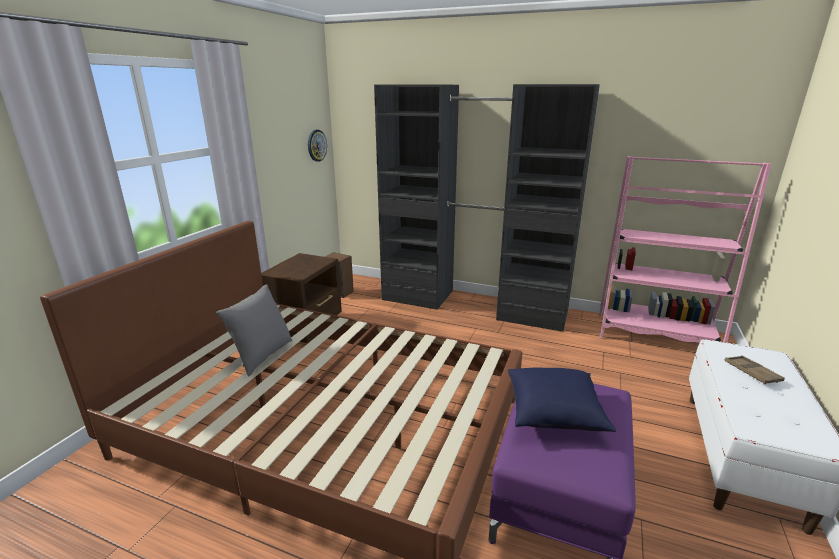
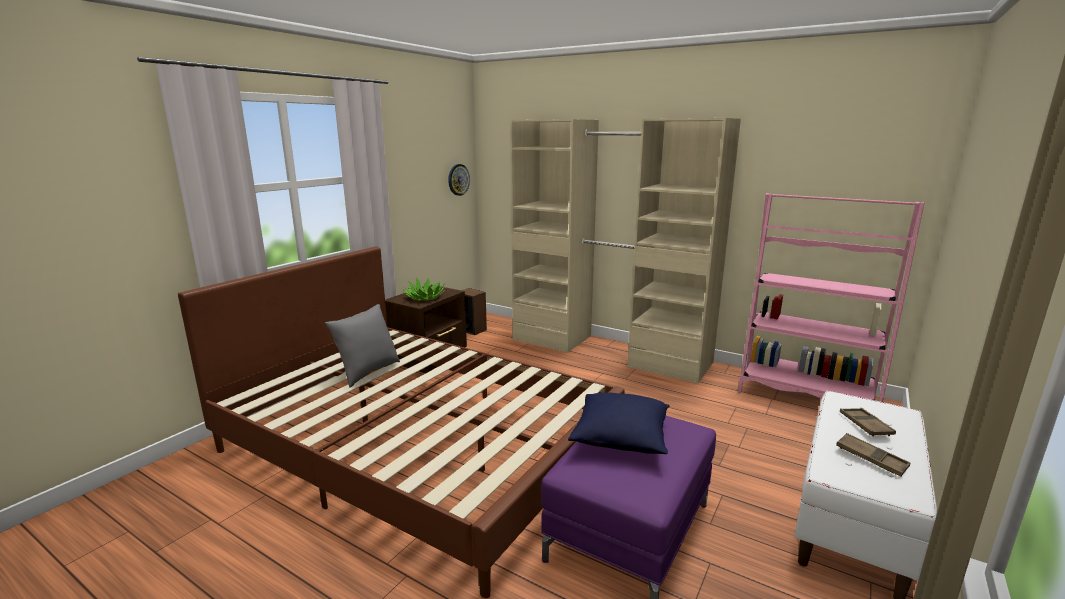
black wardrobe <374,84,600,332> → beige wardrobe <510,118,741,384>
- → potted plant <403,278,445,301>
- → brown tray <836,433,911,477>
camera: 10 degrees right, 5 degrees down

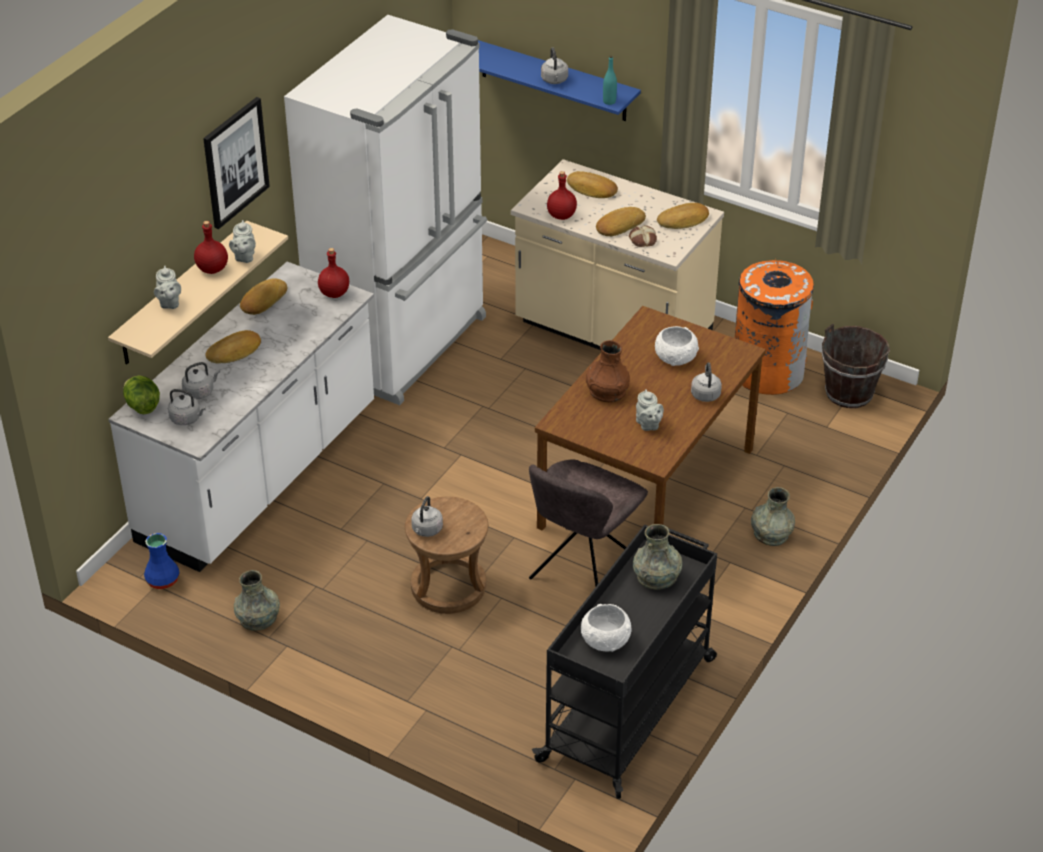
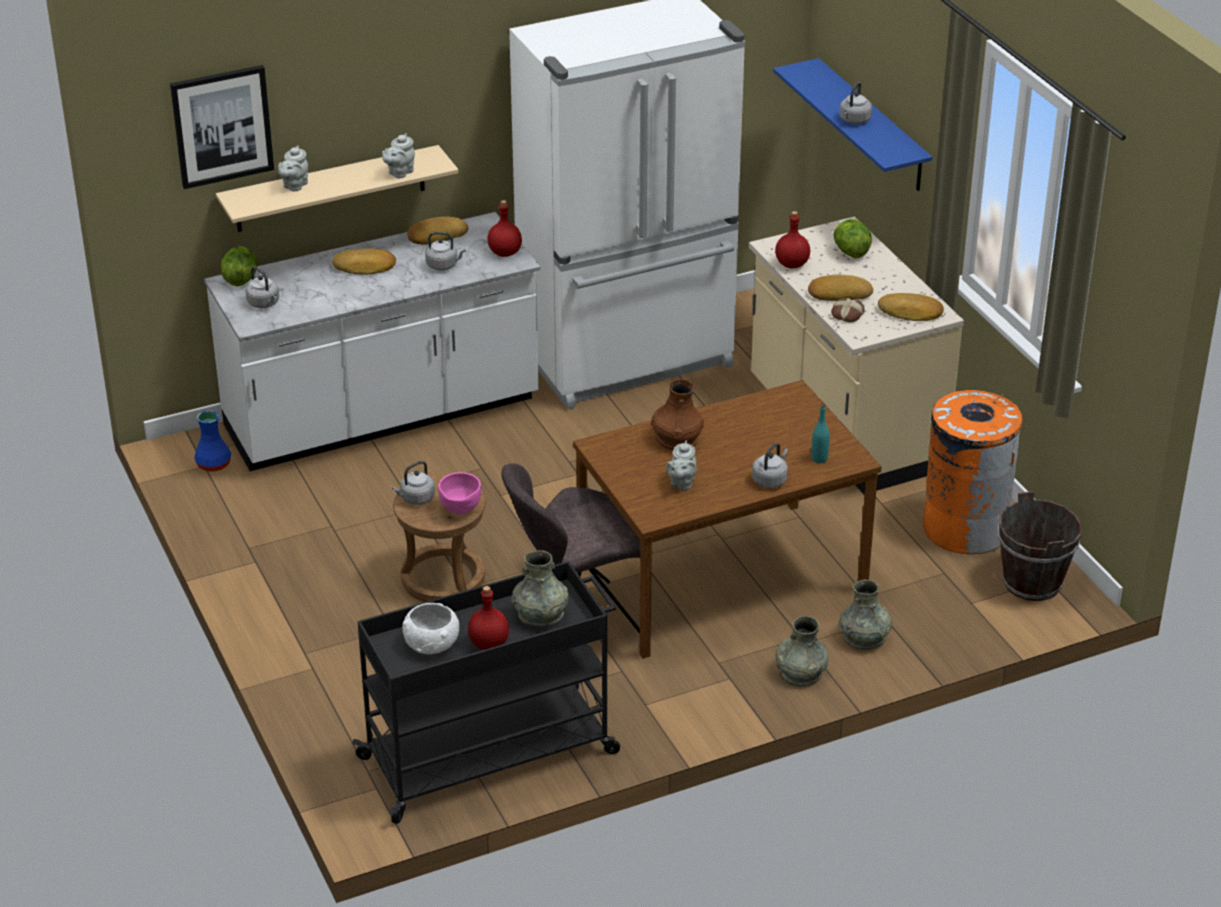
grey kettle <182,362,220,399> → grey kettle <425,232,466,271>, moved
red bottle <194,221,228,274> → red bottle <468,586,509,650>, moved
picture <203,97,270,229> → picture <170,65,274,189>, moved
grey vase <234,570,280,631> → grey vase <839,580,892,650>, moved
bread <567,171,618,198> → lettuce <833,219,872,259>
turquoise bottle <603,56,617,105> → turquoise bottle <811,404,830,463>, moved
white bowl <655,326,699,366> → -
- → pink bowl <438,472,481,515>
camera: 35 degrees right, 5 degrees down

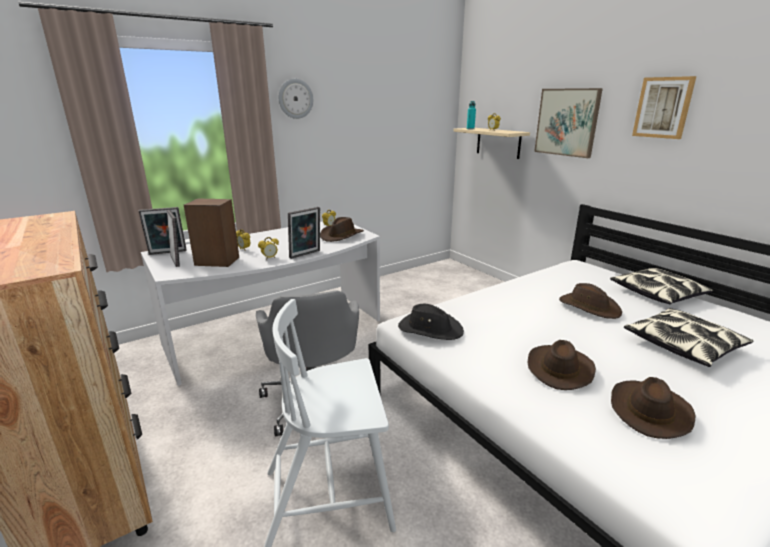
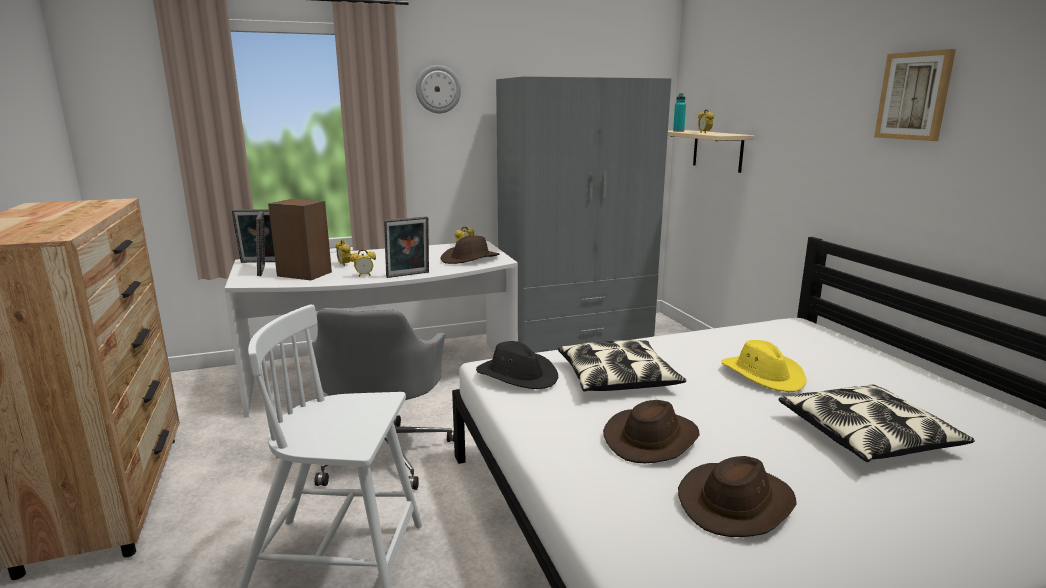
picture <534,88,603,158> → -
brown hat <559,283,622,319> → yellow hat <722,340,806,392>
pillow <610,268,713,304> → pillow <558,340,686,391>, moved
- → grey wardrobe <496,76,671,353>
camera: 15 degrees right, 5 degrees down

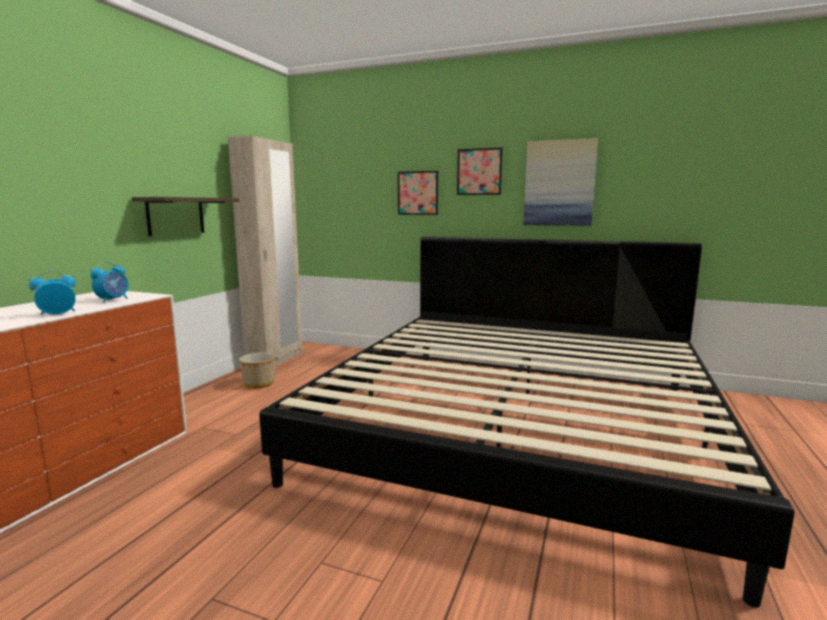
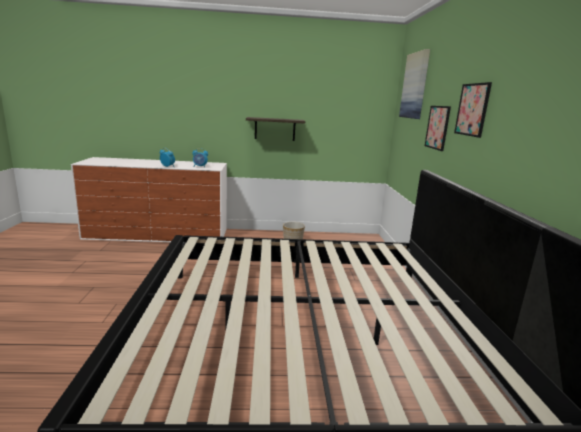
beige wardrobe <228,136,302,366> → -
picture <523,138,598,226> → picture <399,49,430,119>, moved
camera: 65 degrees right, 5 degrees up

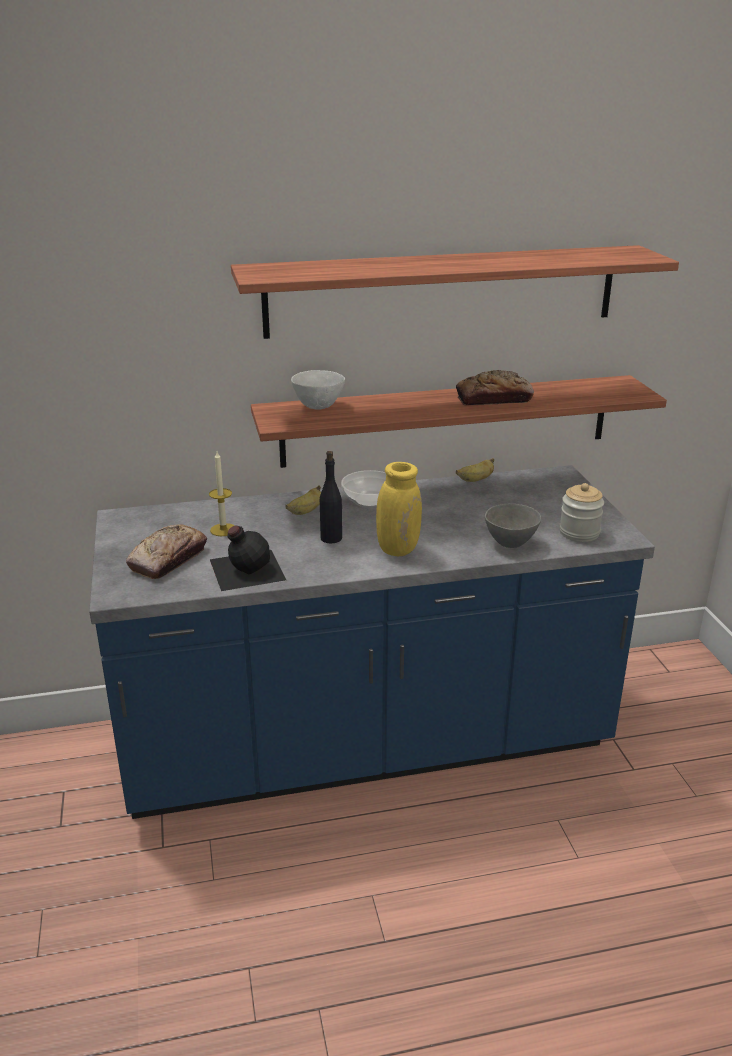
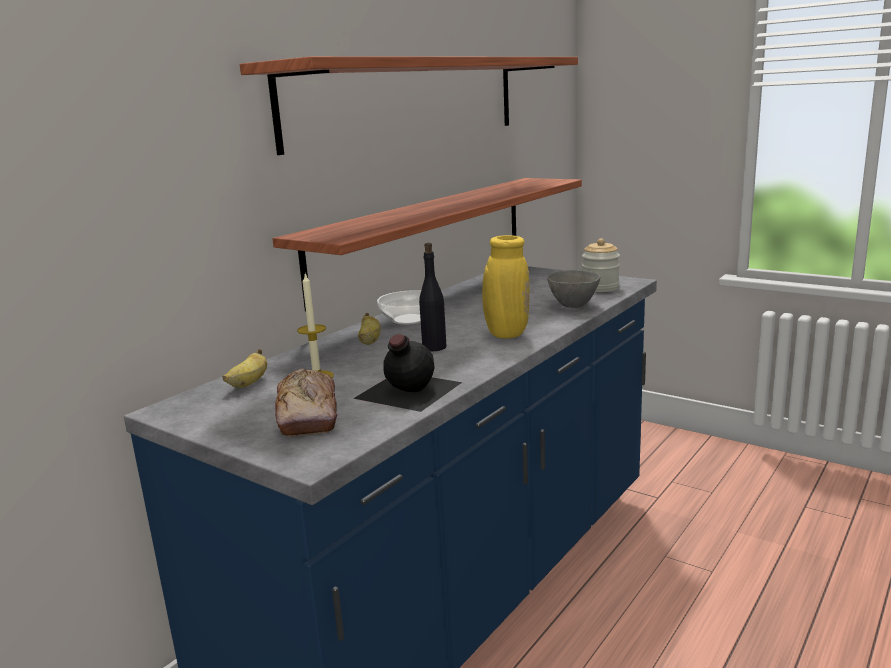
white bowl <291,370,345,410> → -
bread <456,370,534,406> → -
banana <456,458,494,482> → banana <222,349,267,388>, moved
camera: 40 degrees left, 10 degrees down

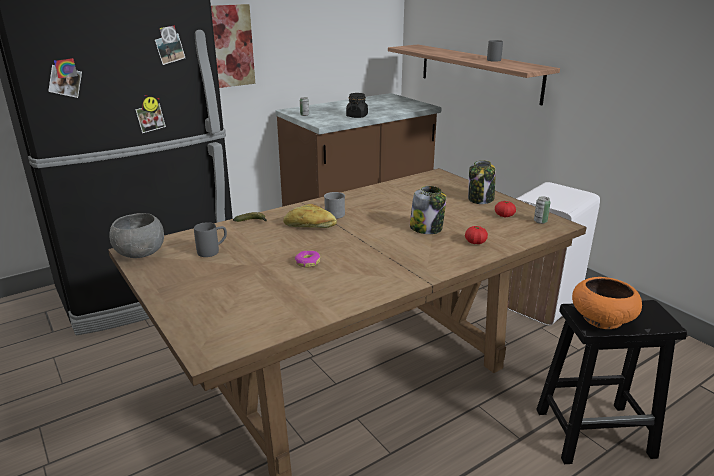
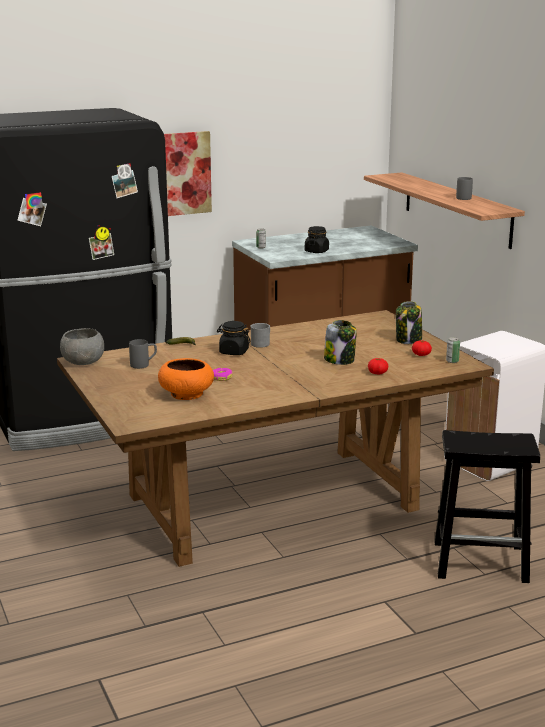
bread <283,204,337,228> → black jar <217,321,250,355>
orange bowl <572,277,642,329> → orange bowl <158,358,214,400>, moved
camera: 10 degrees right, 5 degrees down

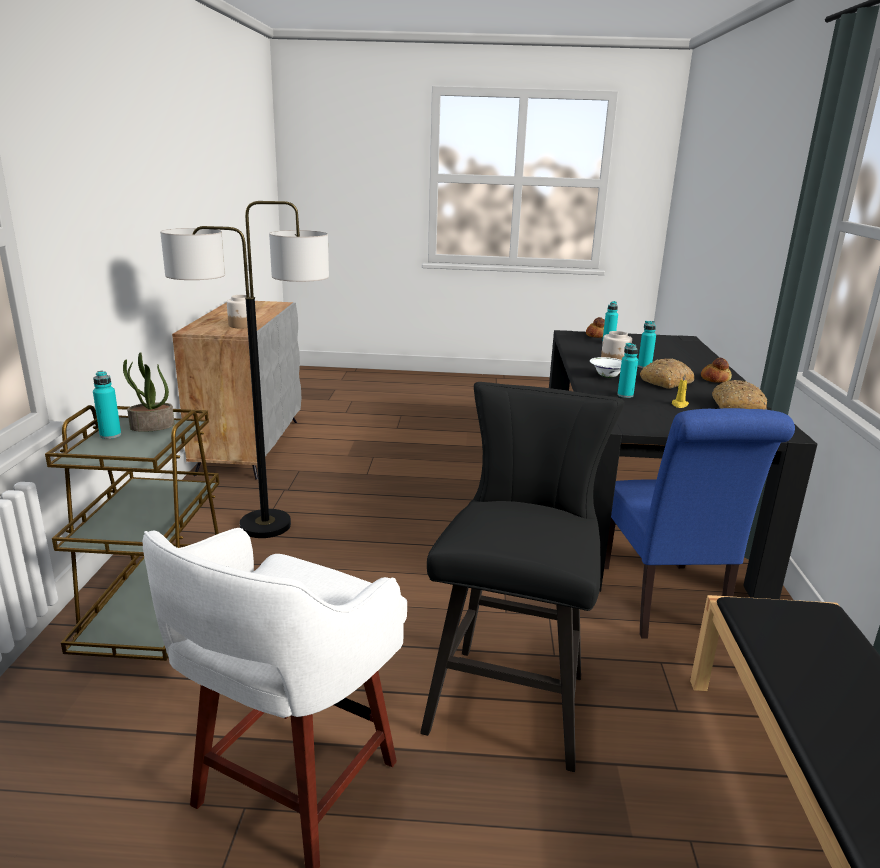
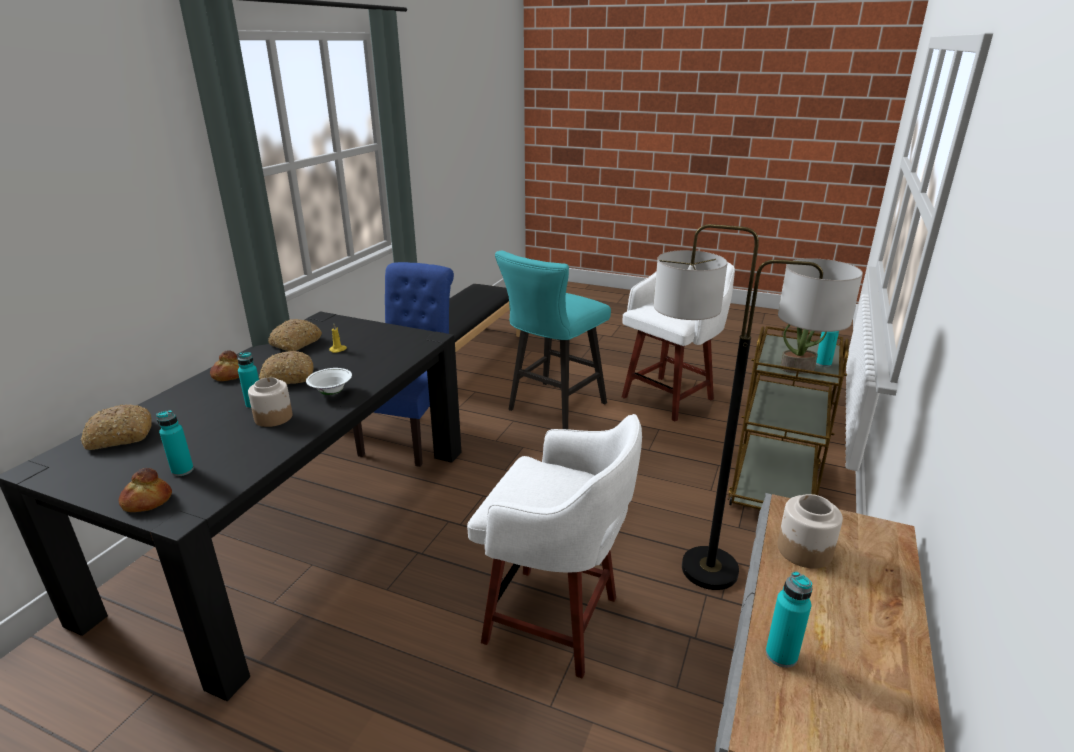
black stool <420,382,624,772> → turquoise stool <495,251,611,429>
turquoise bottle <617,343,638,398> → turquoise bottle <766,572,812,668>, moved
- → bread <81,404,152,450>
- → white stool <467,414,642,678>
camera: 160 degrees left, 5 degrees up

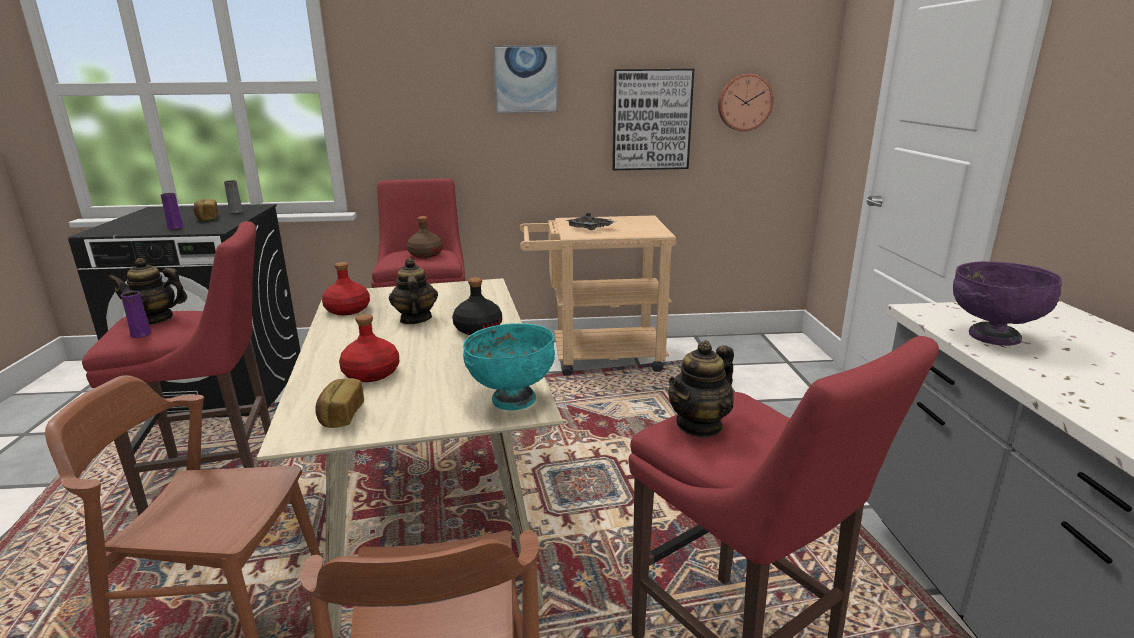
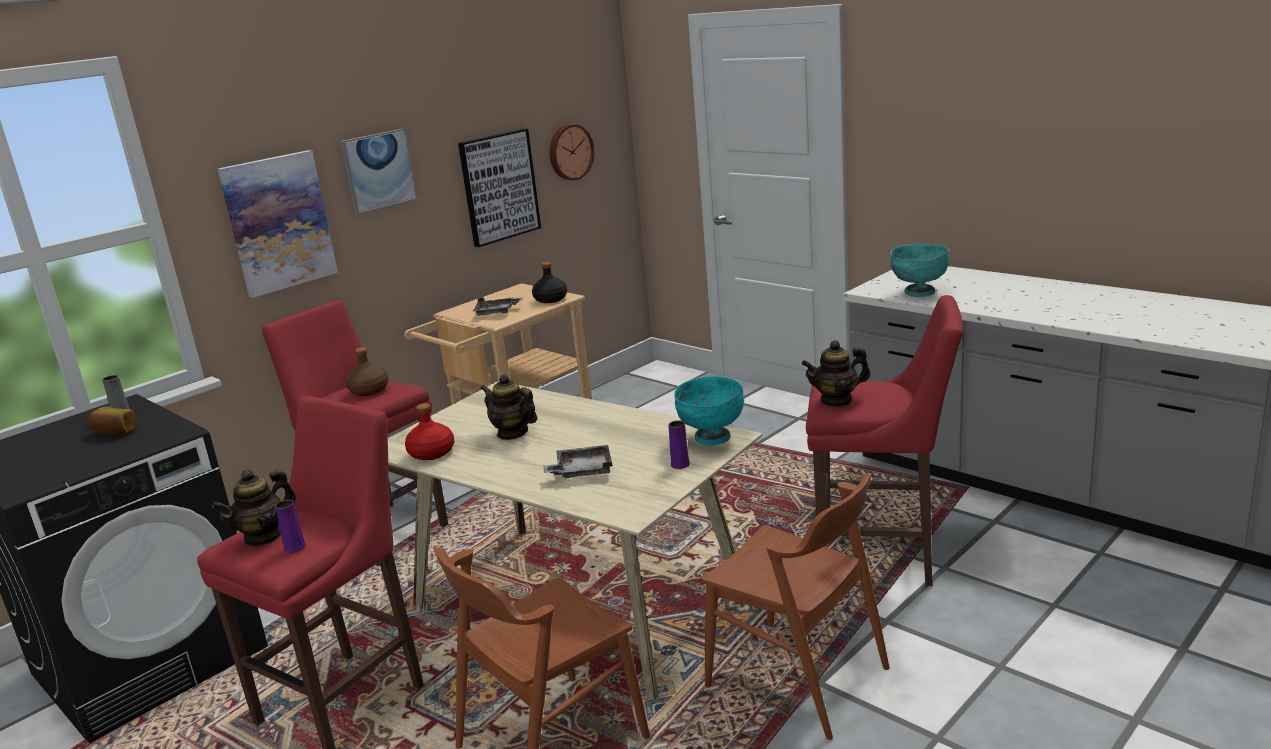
purple vase <161,193,184,229> → purple vase <668,420,690,469>, moved
bread <315,378,364,428> → -
red bottle <339,314,399,382> → grey tray <544,445,613,478>
black bottle <452,277,502,335> → black bottle <532,262,567,303>, moved
teapot <668,340,734,438> → teapot <802,340,870,407>, 75 degrees clockwise
purple bowl <953,261,1062,346> → turquoise bowl <890,243,949,297>
- → picture <218,150,338,298>
camera: 40 degrees left, 0 degrees up

